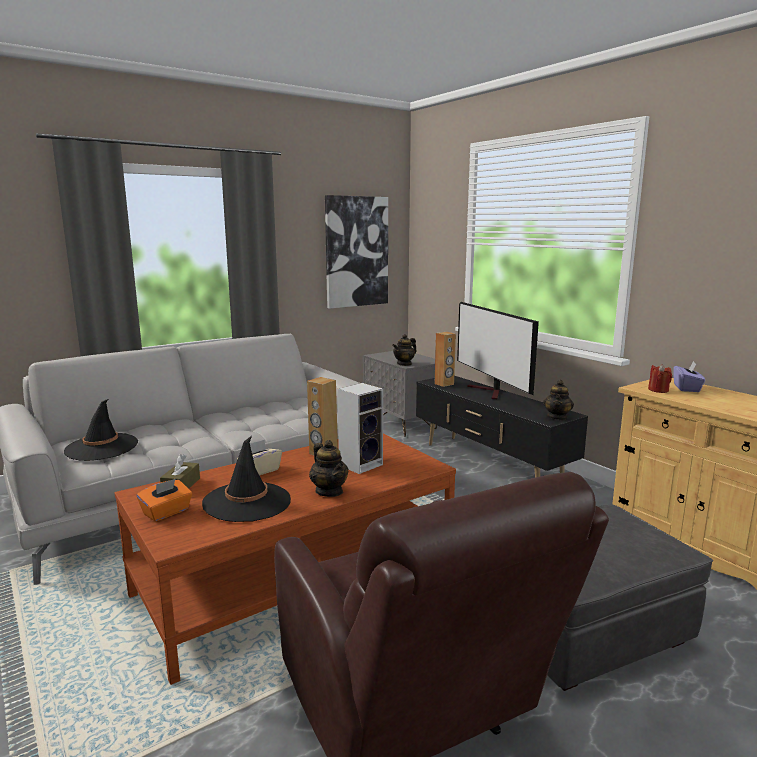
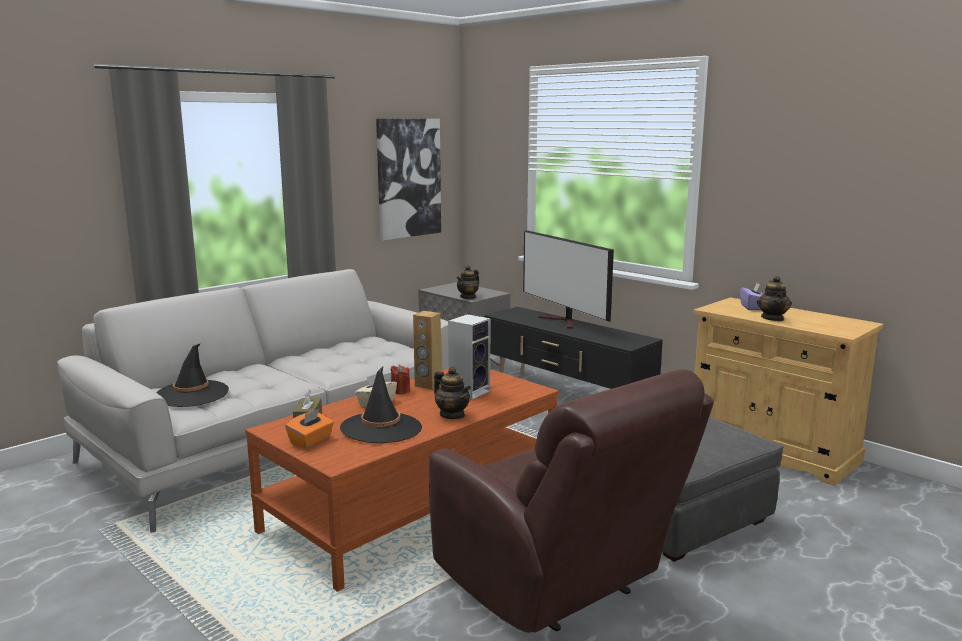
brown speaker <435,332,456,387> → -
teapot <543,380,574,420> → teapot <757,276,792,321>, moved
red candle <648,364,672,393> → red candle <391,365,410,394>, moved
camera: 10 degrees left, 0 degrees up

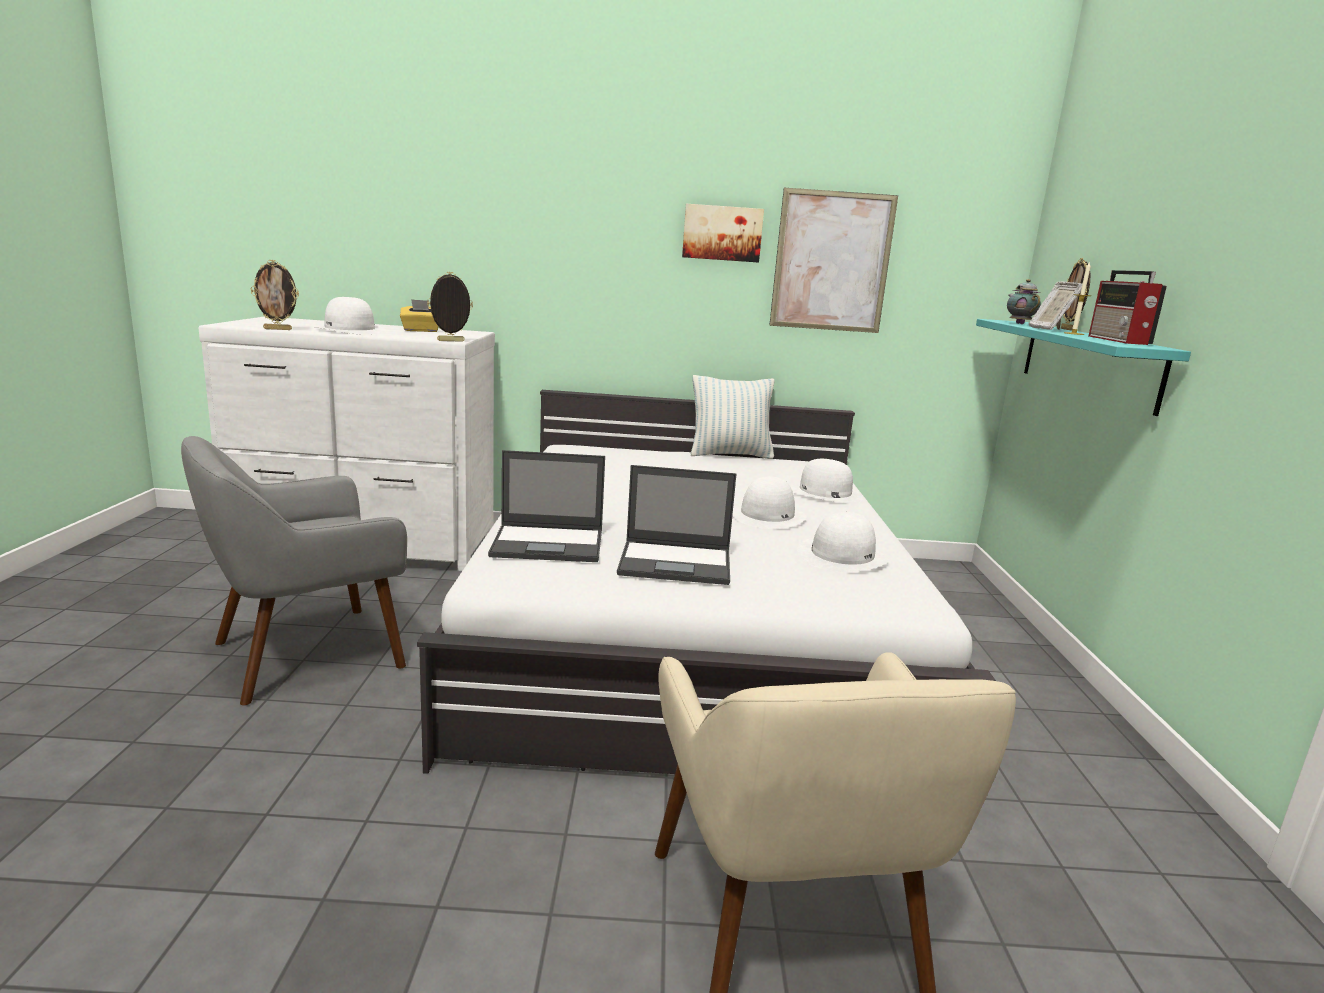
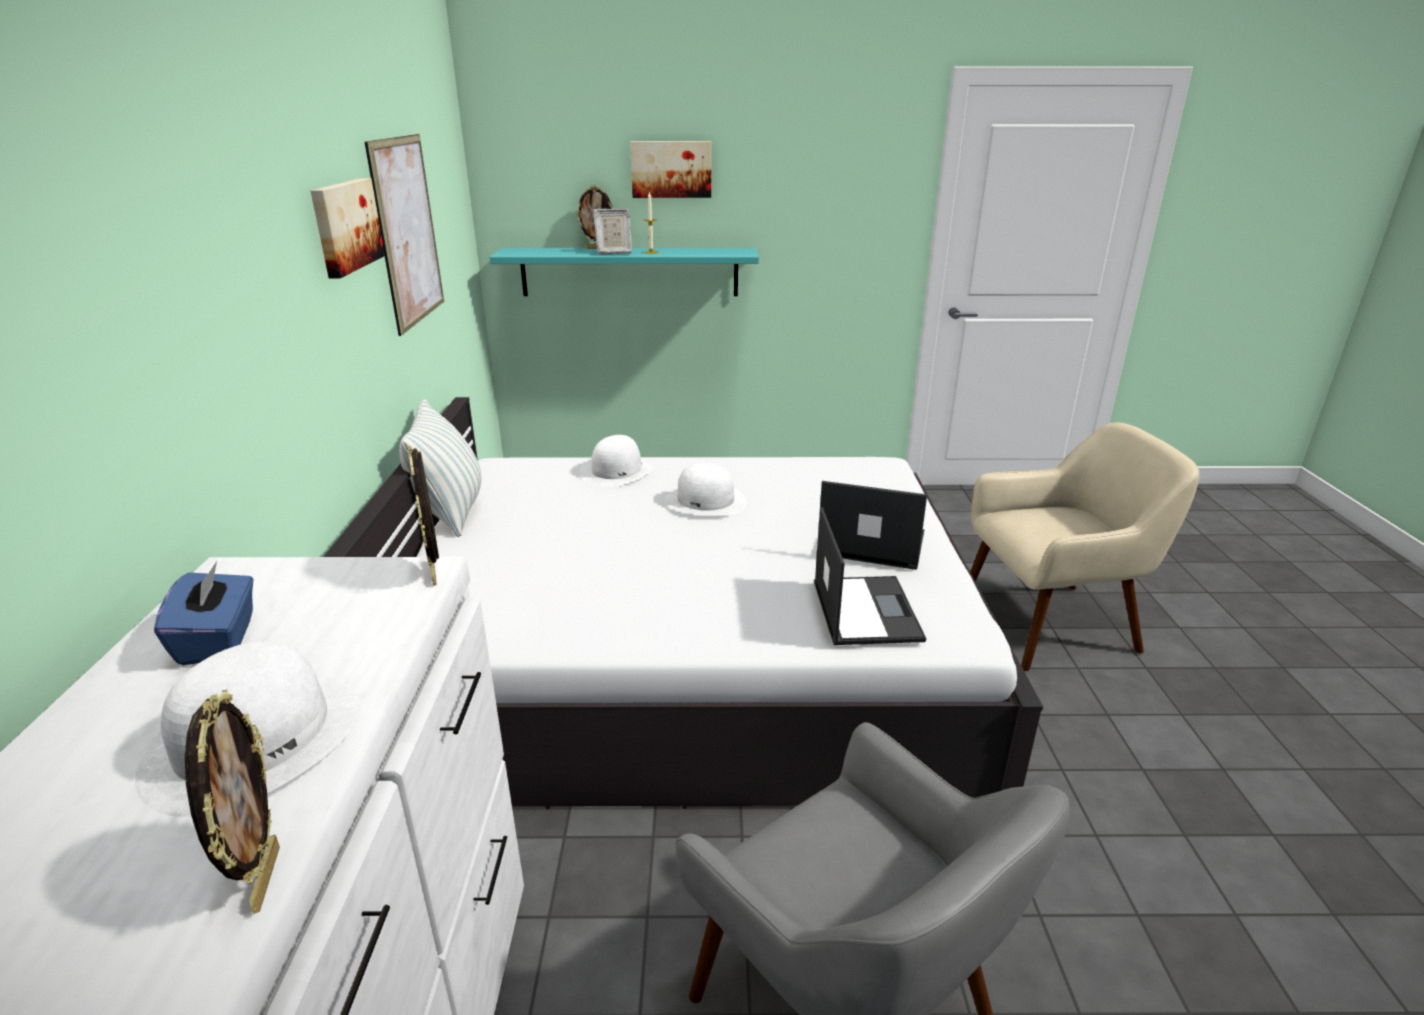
yellow tissue box <400,299,438,332> → blue tissue box <154,561,253,666>
laptop <617,465,736,585> → laptop <820,481,927,570>, 75 degrees counterclockwise
white hat <797,512,889,572> → -
teapot <1007,279,1041,324> → -
radio <1088,270,1167,345> → -
- → picture <630,141,711,198>
camera: 90 degrees left, 10 degrees up

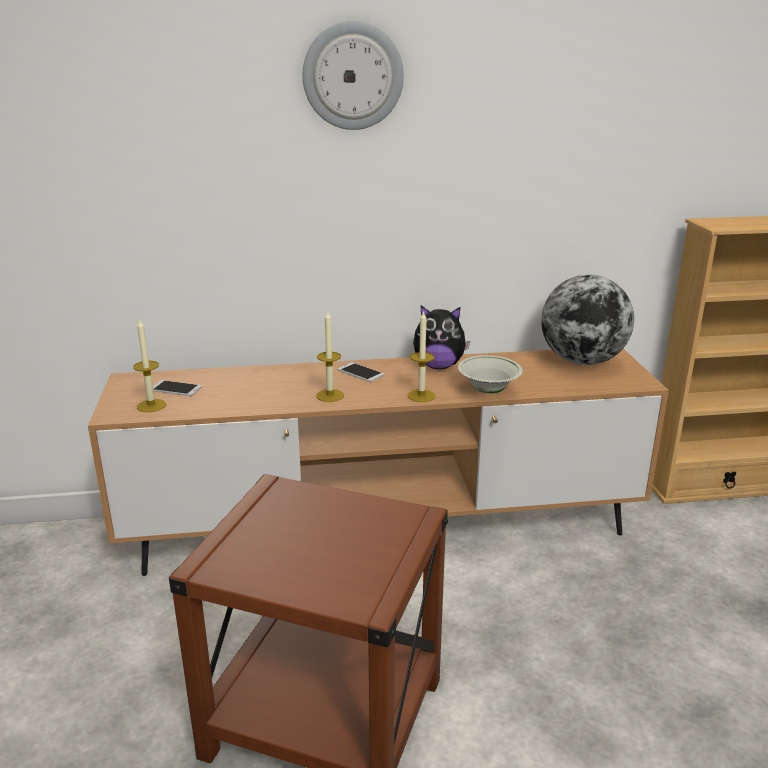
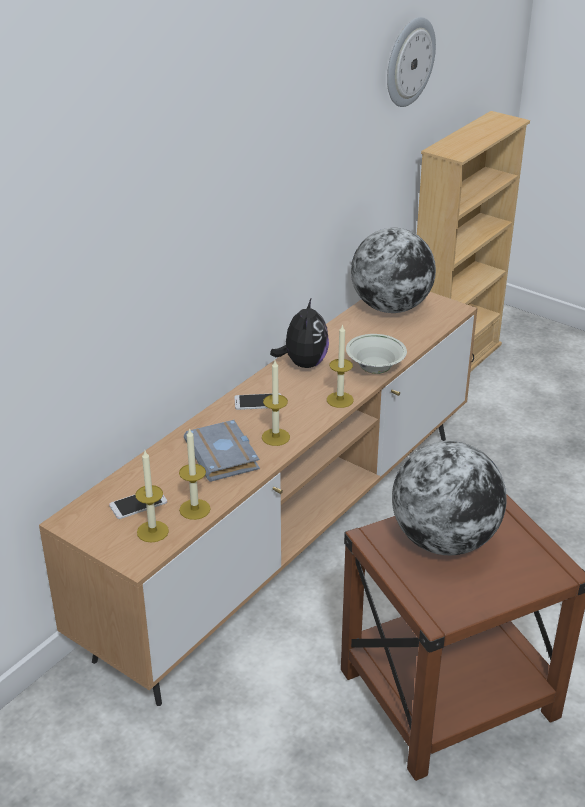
wall clock <303,21,404,130> → wall clock <387,17,436,107>, moved
plush toy <413,305,470,369> → plush toy <270,297,329,368>, 45 degrees counterclockwise
- → candle <179,428,211,520>
- → grey book <184,420,260,482>
- → globe <392,441,507,555>
camera: 45 degrees left, 10 degrees up

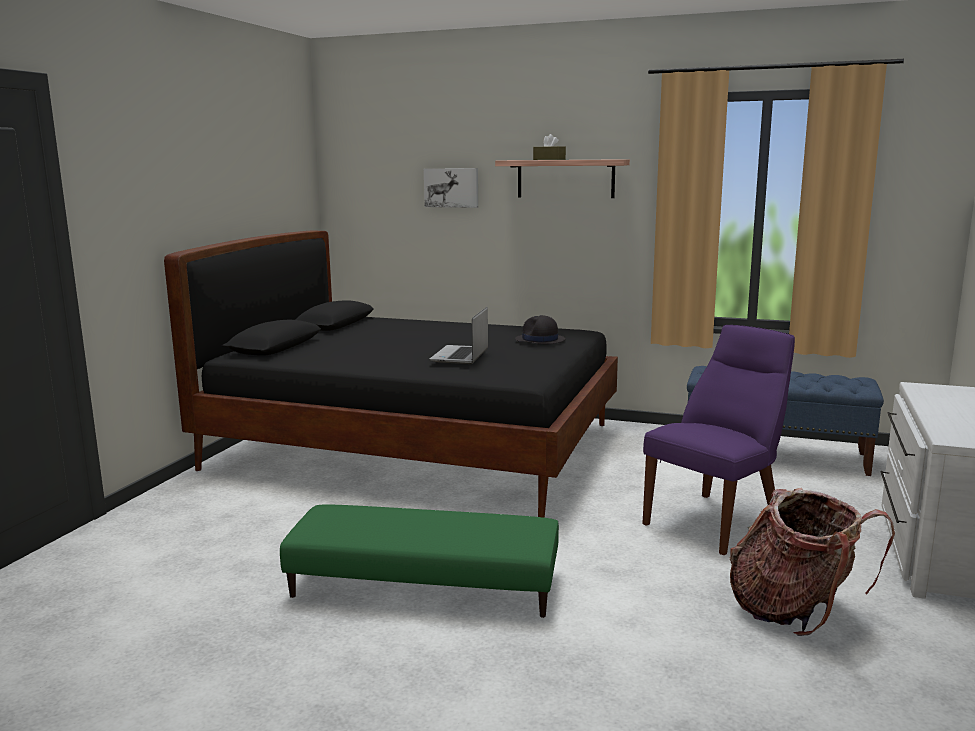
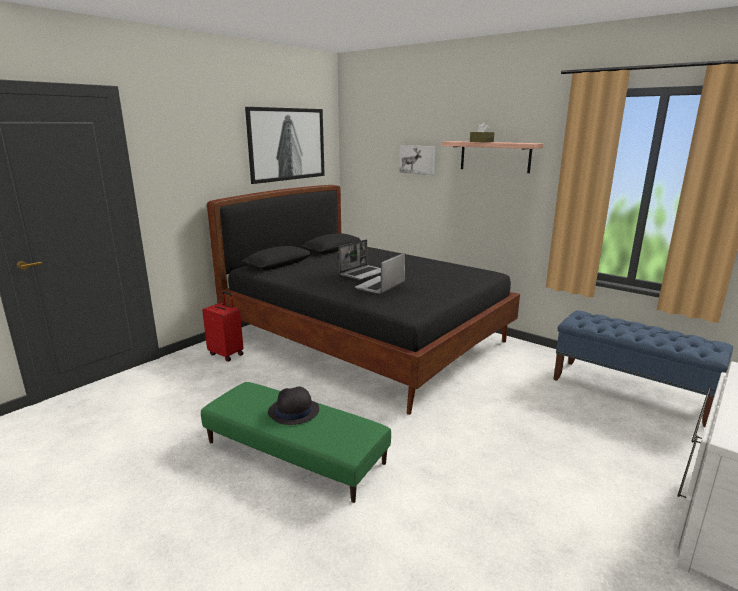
black hat <515,315,565,344> → black hat <268,387,319,425>, moved
purple chair <642,325,795,555> → -
backpack <729,488,895,636> → -
- → red suitcase <202,291,243,362>
- → picture <245,107,325,184>
- → laptop <339,239,381,280>
camera: 20 degrees right, 5 degrees up

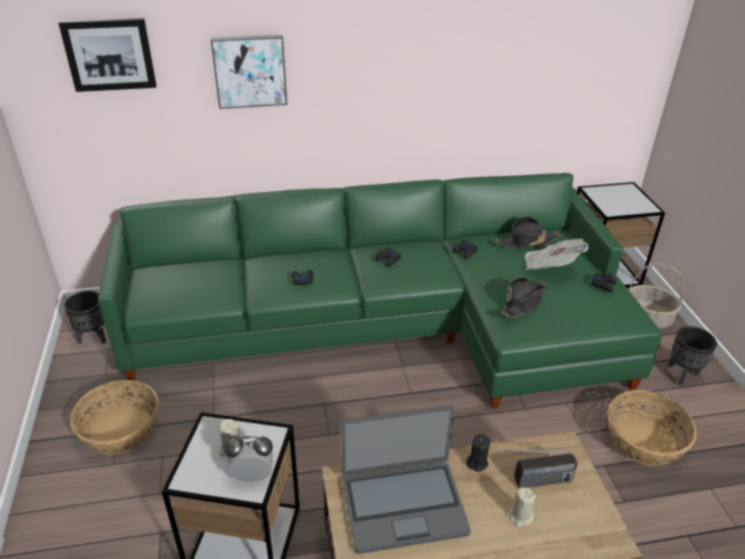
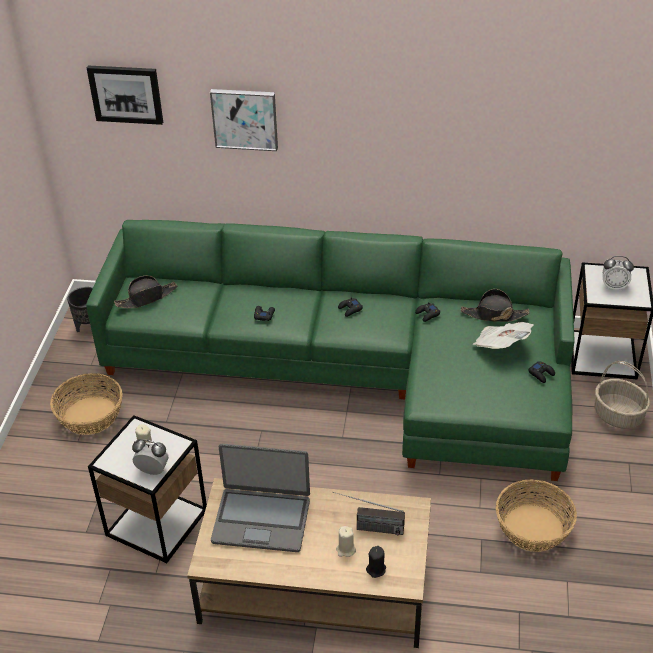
black candle <466,434,490,472> → black candle <366,546,386,578>, moved
black hat <501,277,547,318> → black hat <114,276,177,308>, moved
black planter <668,326,717,386> → -
- → alarm clock <603,256,634,291>
camera: 20 degrees right, 5 degrees up

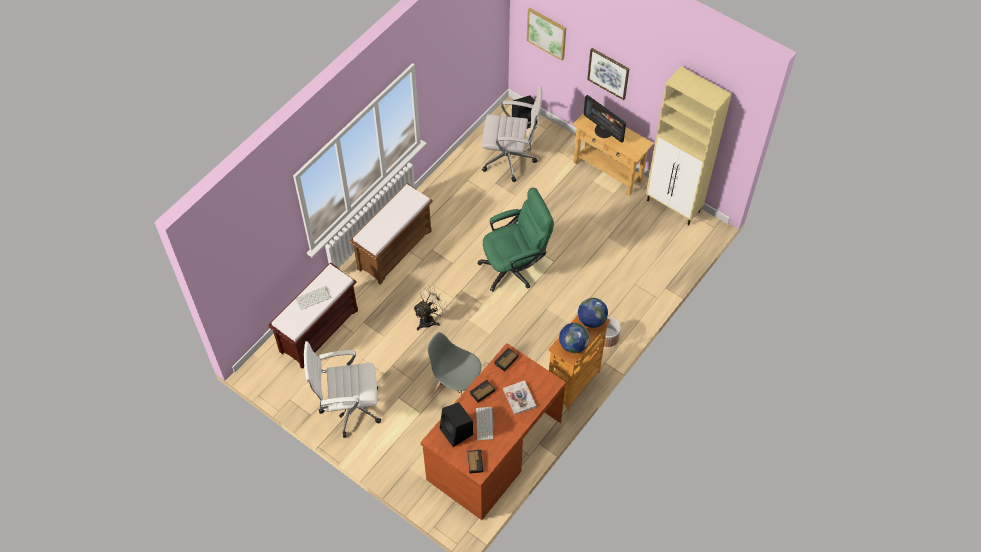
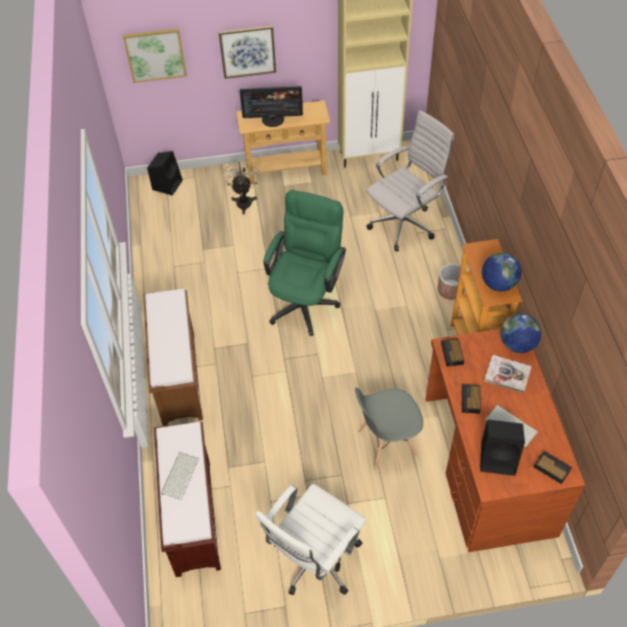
beige fan <413,285,448,330> → beige fan <223,158,260,215>, moved
white office chair <482,86,542,182> → white office chair <366,110,454,251>, moved
globe <578,298,608,328> → globe <500,313,541,353>, moved
camera: 45 degrees left, 5 degrees down

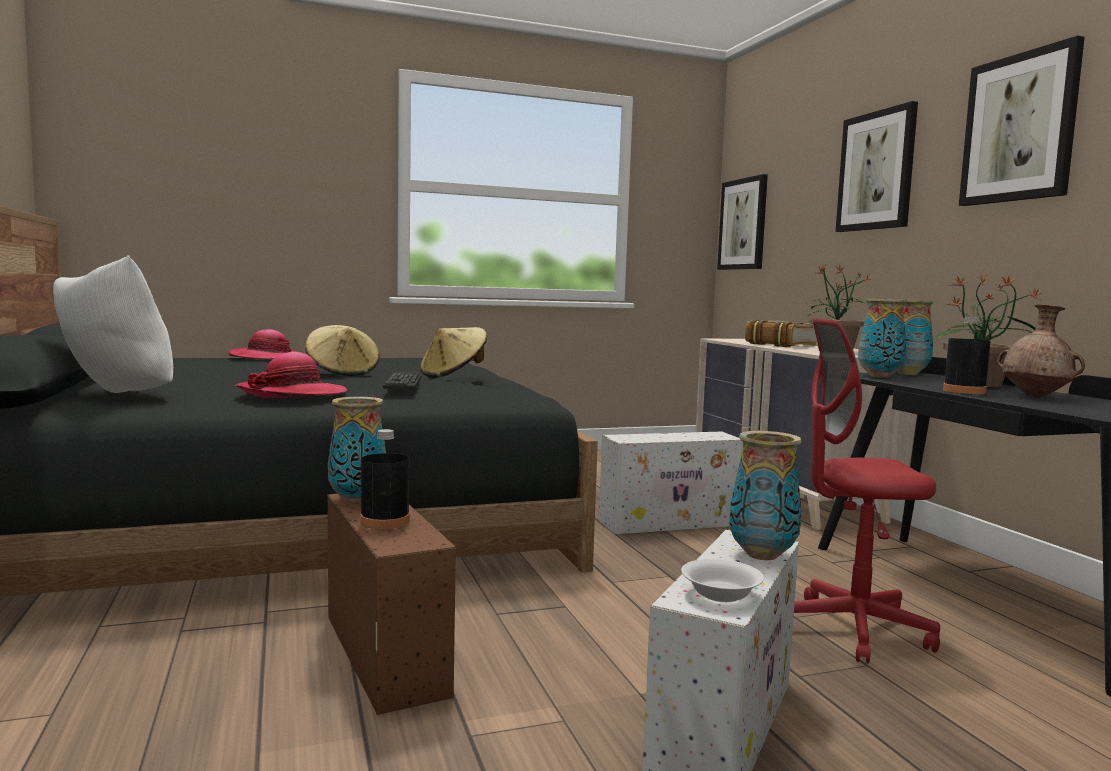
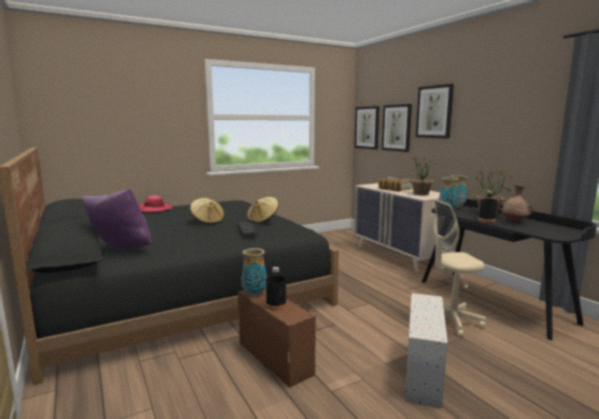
white pillow <53,255,173,393> → purple pillow <82,188,152,249>
hat <235,352,347,398> → -
white storage box <599,432,743,534> → -
white bowl <681,559,764,602> → -
vase <729,431,802,560> → -
red office chair <794,318,940,664> → beige office chair <433,199,486,337>
picture <959,36,1085,206> → picture <382,104,412,152>, moved
camera: 10 degrees left, 5 degrees up

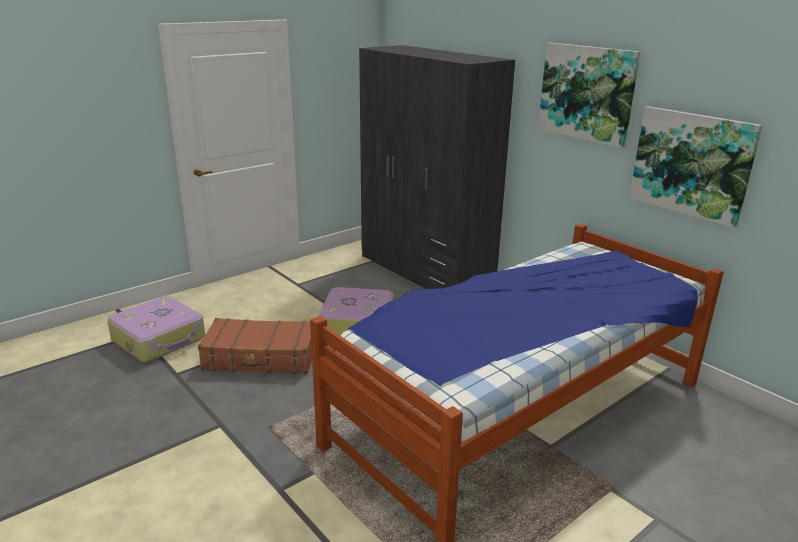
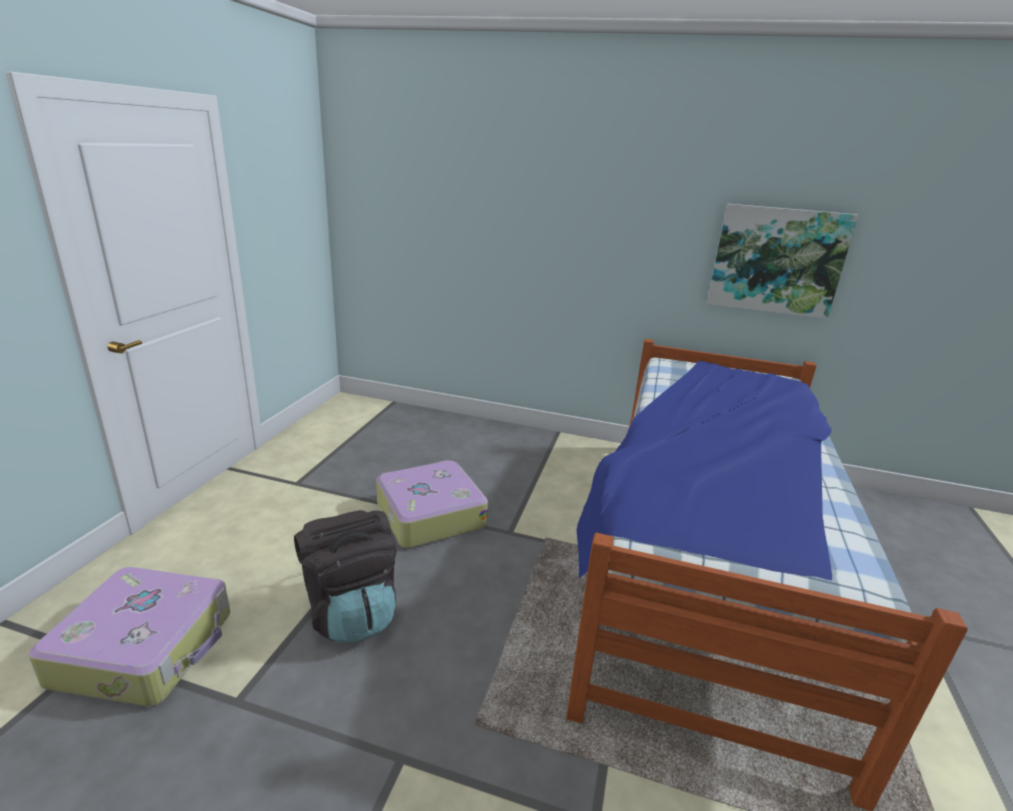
brown suitcase <198,318,312,374> → black backpack <294,510,397,643>
grey wardrobe <359,45,515,289> → -
picture <538,42,640,148> → -
camera: 35 degrees left, 0 degrees up

